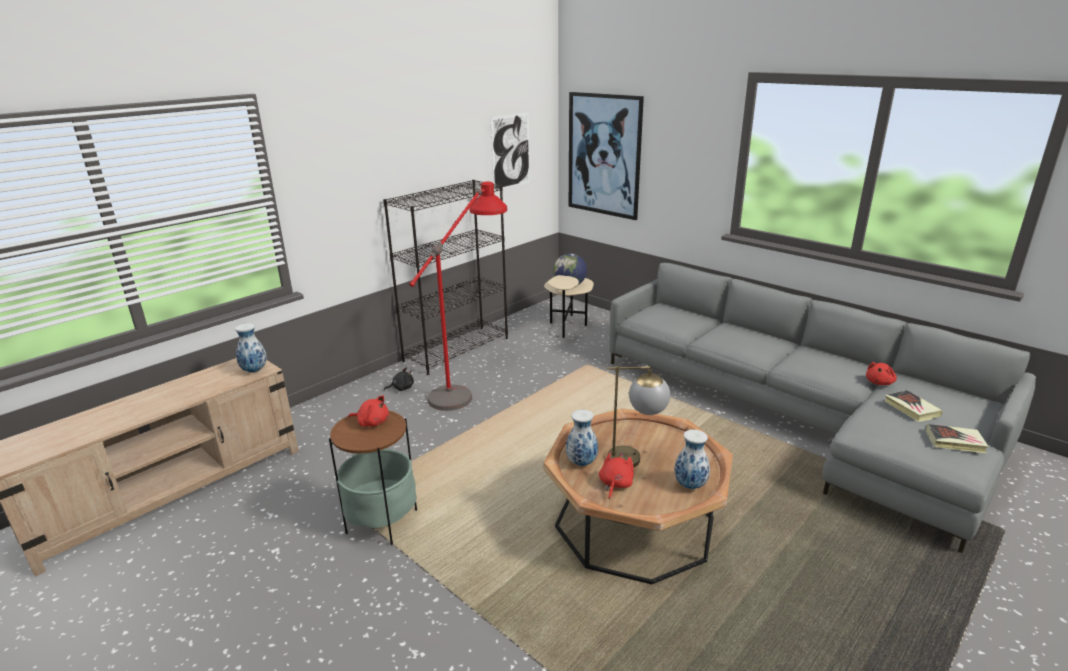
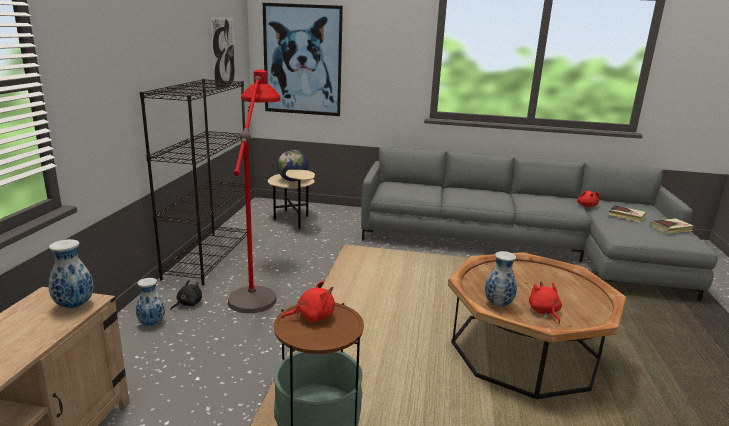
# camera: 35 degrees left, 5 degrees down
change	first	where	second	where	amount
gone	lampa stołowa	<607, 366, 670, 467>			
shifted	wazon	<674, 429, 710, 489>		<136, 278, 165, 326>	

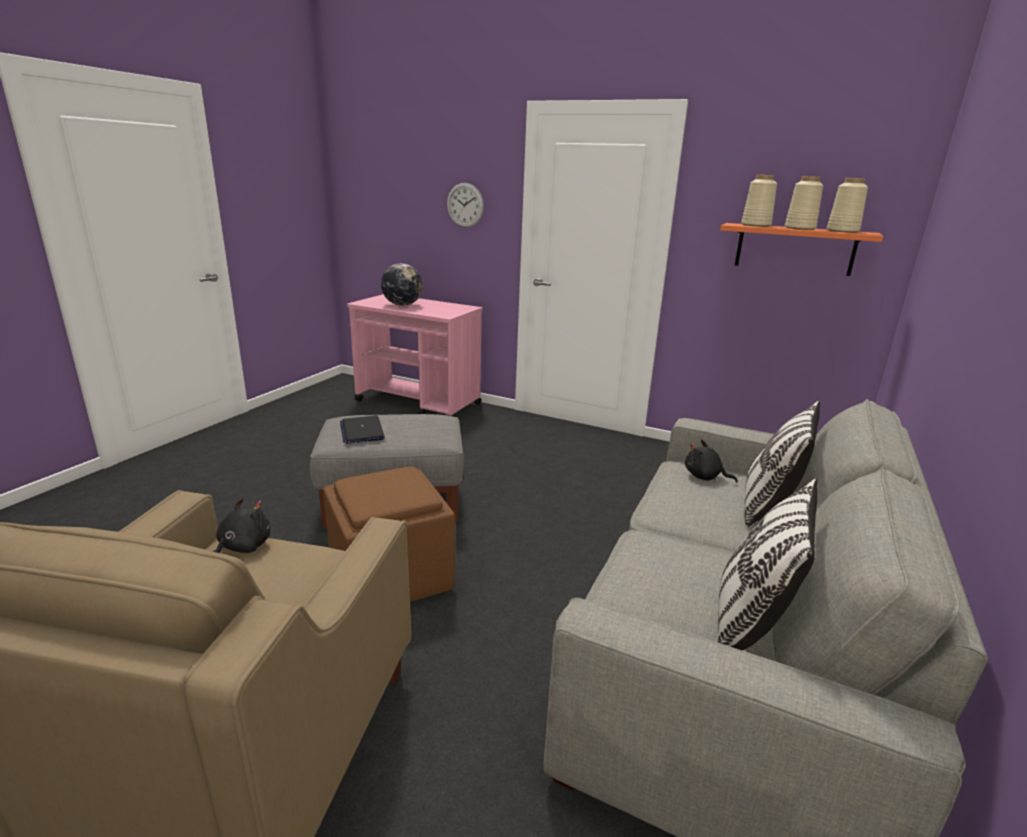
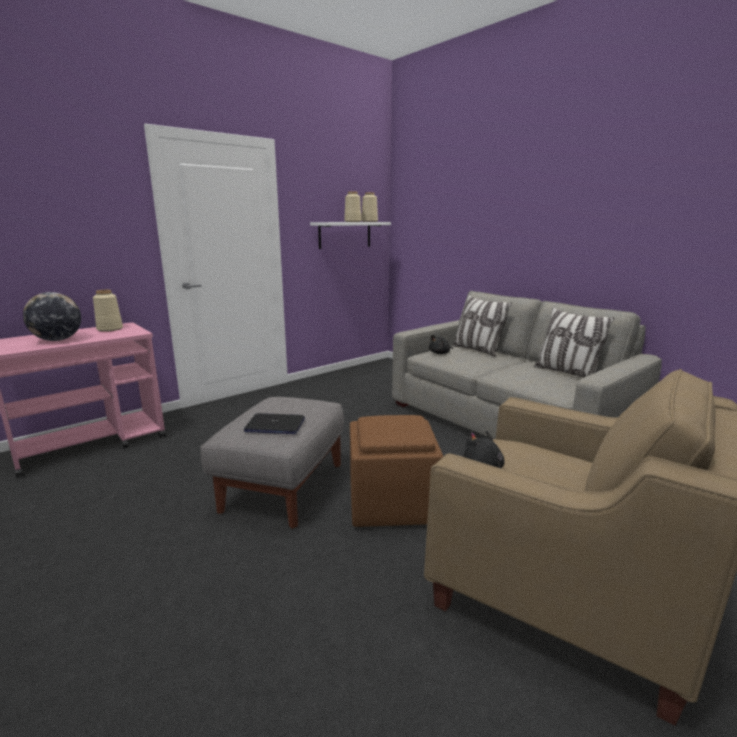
# camera: 65 degrees left, 5 degrees down
change	first	where	second	where	amount
gone	zegar ścienny	<447, 183, 484, 227>			
shifted	wazon [beżowy]	<741, 175, 777, 227>		<93, 290, 123, 332>	
repainted	półka [pomarańczowy]	<720, 223, 883, 276>	półka [biały]	<310, 222, 391, 249>	

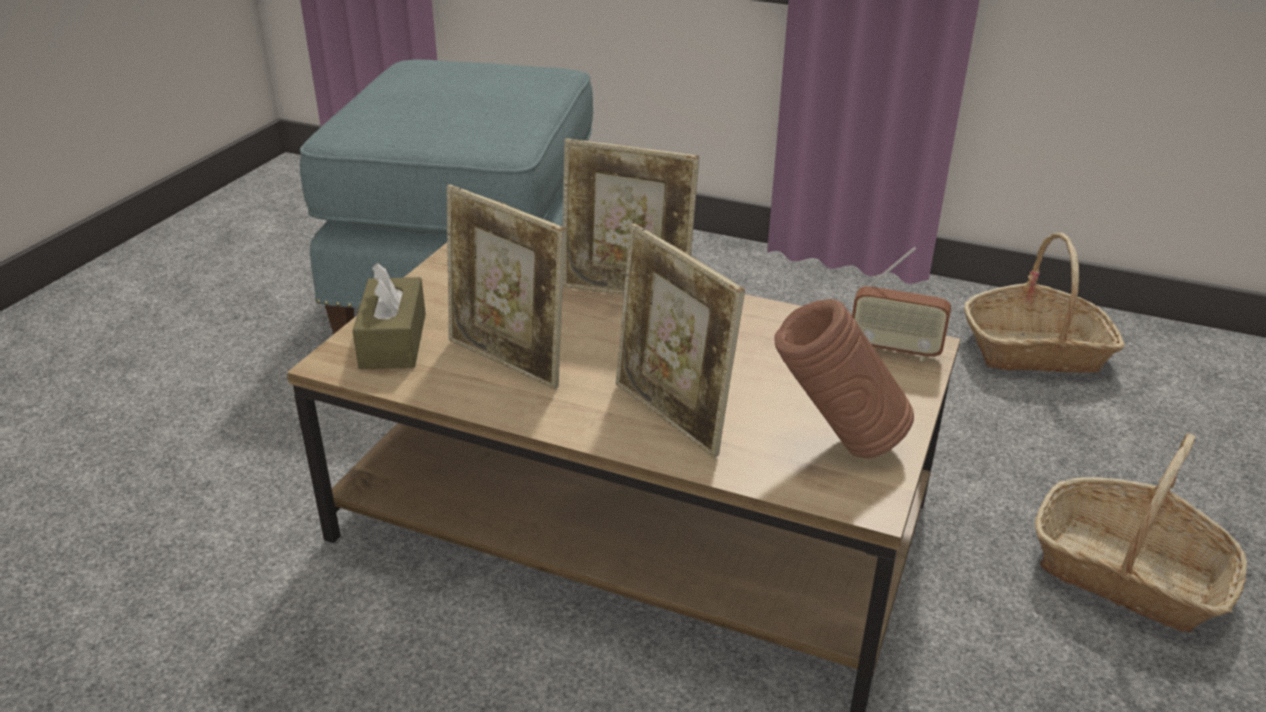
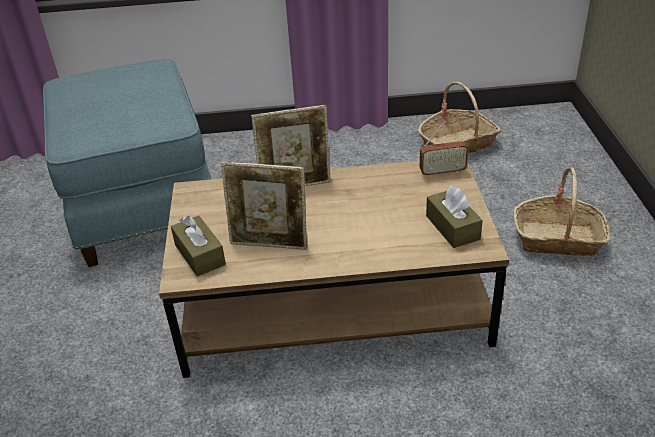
# camera: 25 degrees left, 5 degrees up
change	first	where	second	where	amount
gone	ramka na zdjęcie	<615, 224, 745, 458>			
swapped	wazon [brązowy]	<774, 299, 914, 458>	pudełko chusteczek [brązowy]	<426, 185, 483, 248>	

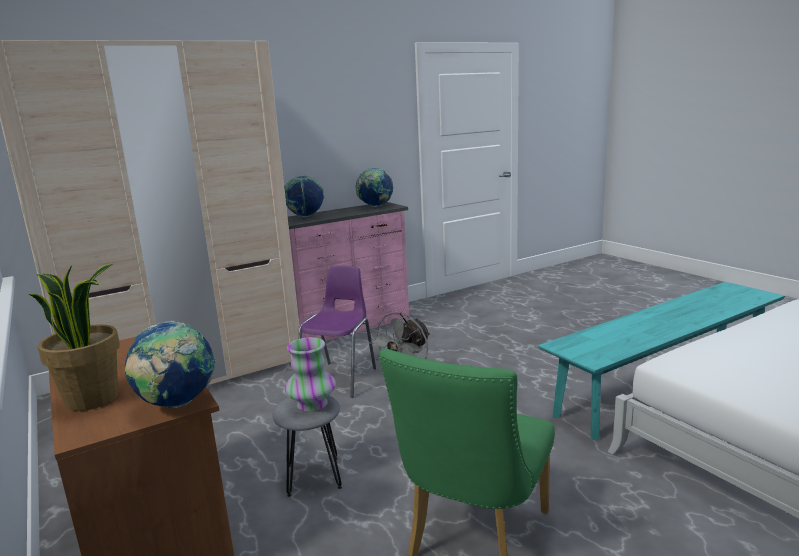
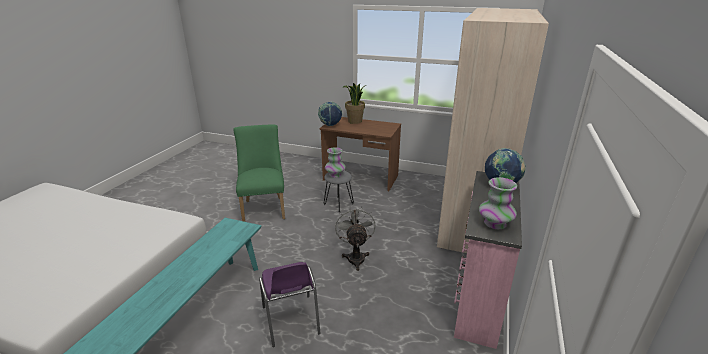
# camera: 140 degrees right, 10 degrees up
change	first	where	second	where	amount
shifted	krzesło [fioletowy]	<299, 265, 376, 398>		<259, 262, 320, 347>	
swapped	globus	<355, 168, 393, 207>	wazon	<479, 177, 517, 229>	

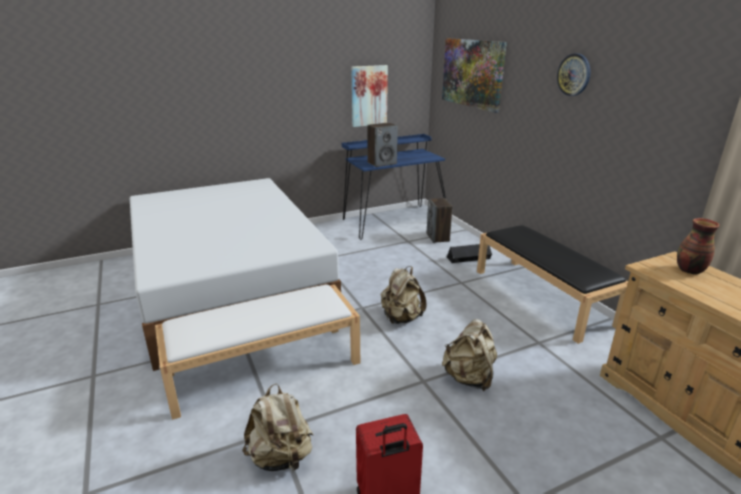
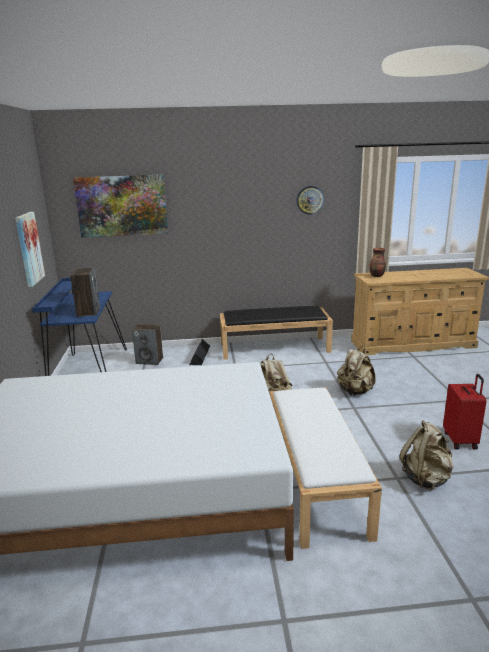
# camera: 70 degrees left, 5 degrees down
change	first	where	second	where	amount
shifted	zegar ścienny	<557, 53, 591, 96>		<296, 186, 324, 215>	

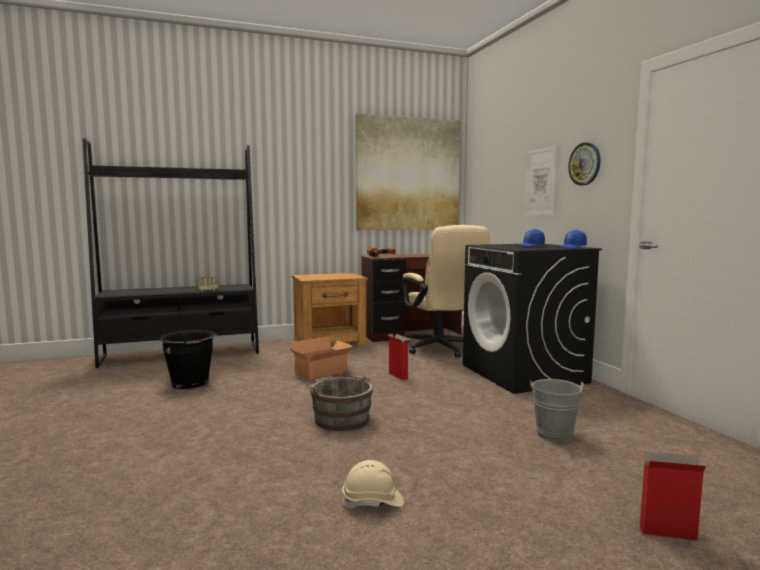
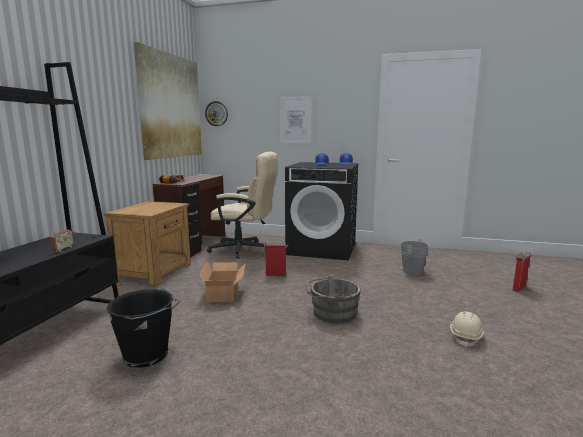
# camera: 55 degrees left, 5 degrees up
change	first	where	second	where	amount
shifted	zegar ścienny	<568, 142, 601, 186>		<205, 101, 228, 126>	

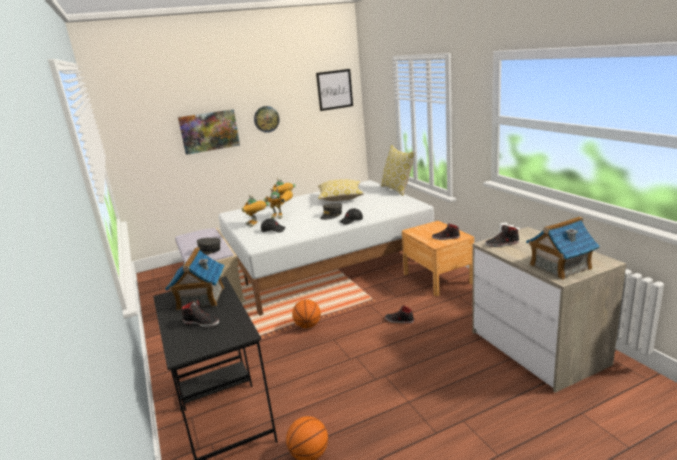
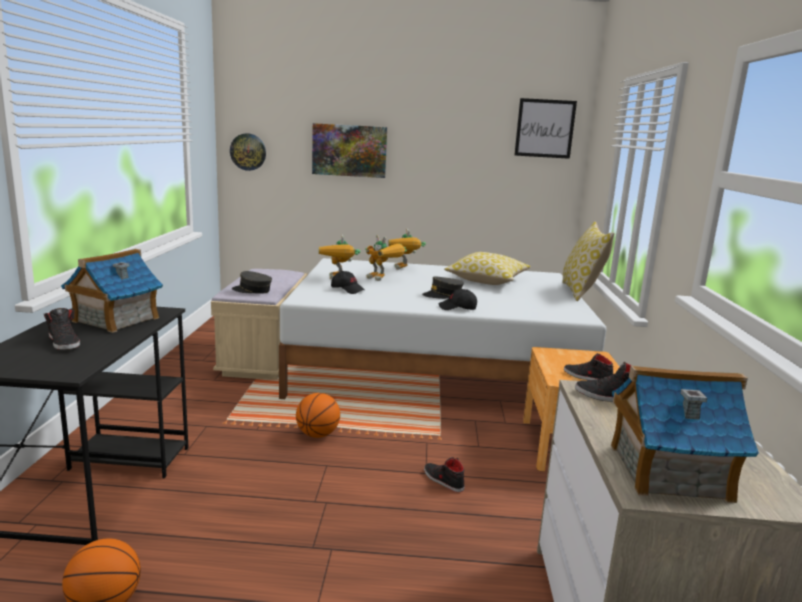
# camera: 25 degrees right, 5 degrees down
change	first	where	second	where	amount
shifted	zegar ścienny	<254, 106, 279, 133>		<230, 133, 266, 171>	

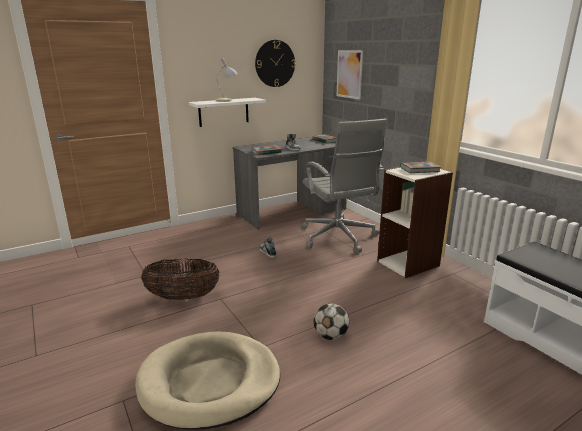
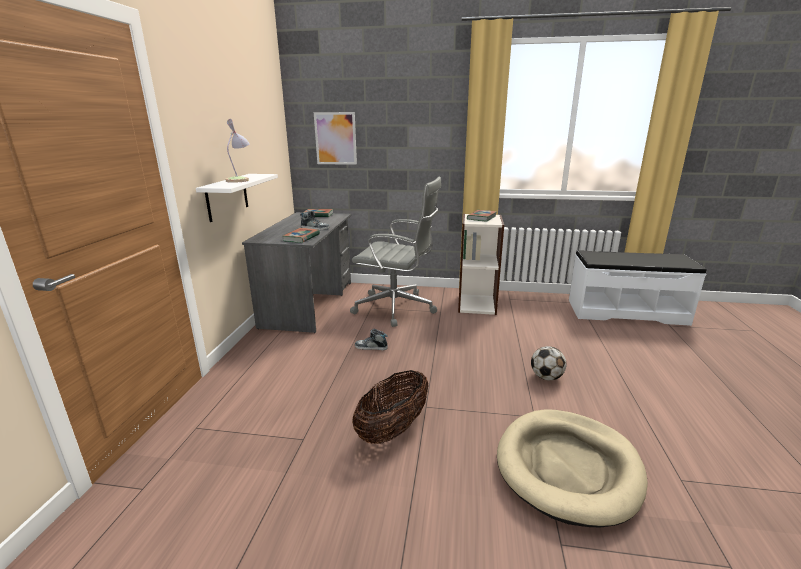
# camera: 50 degrees left, 0 degrees up
change	first	where	second	where	amount
gone	zegar ścienny	<255, 40, 296, 87>			

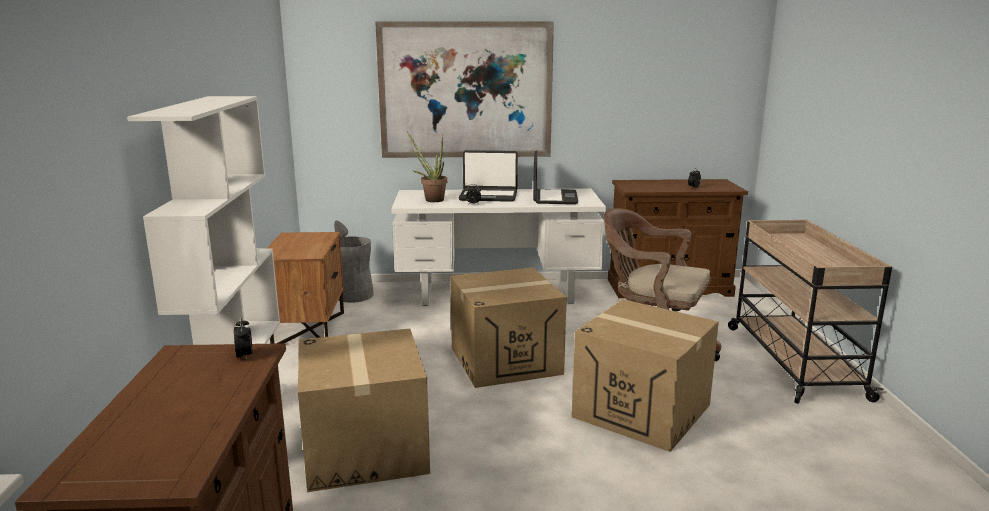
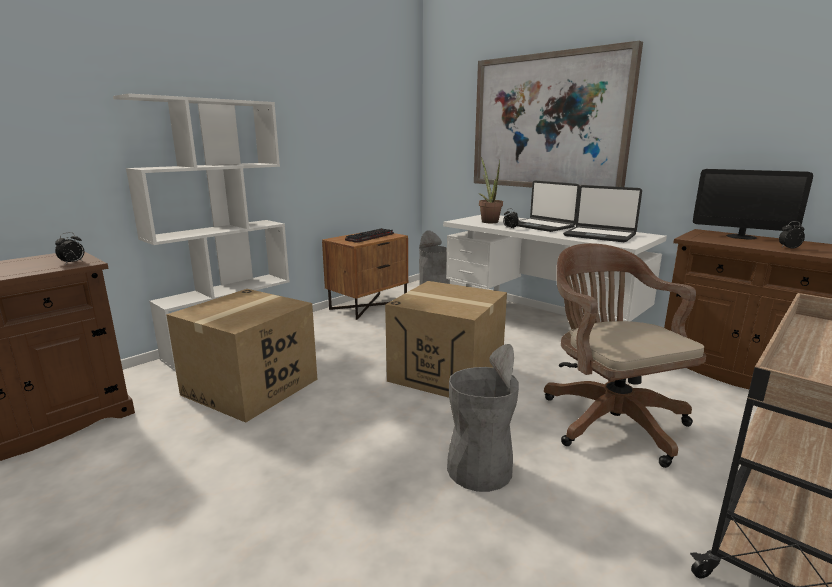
# camera: 45 degrees right, 0 degrees up
change	first	where	second	where	amount
new			klawiatura	<345, 228, 394, 243>	
new			monitor	<693, 169, 813, 240>	
swapped	karton	<572, 299, 719, 452>	kosz na śmieci [szary]	<447, 344, 519, 492>	
rotated	laptop	<533, 151, 578, 204>		<563, 185, 642, 242>	75 degrees clockwise

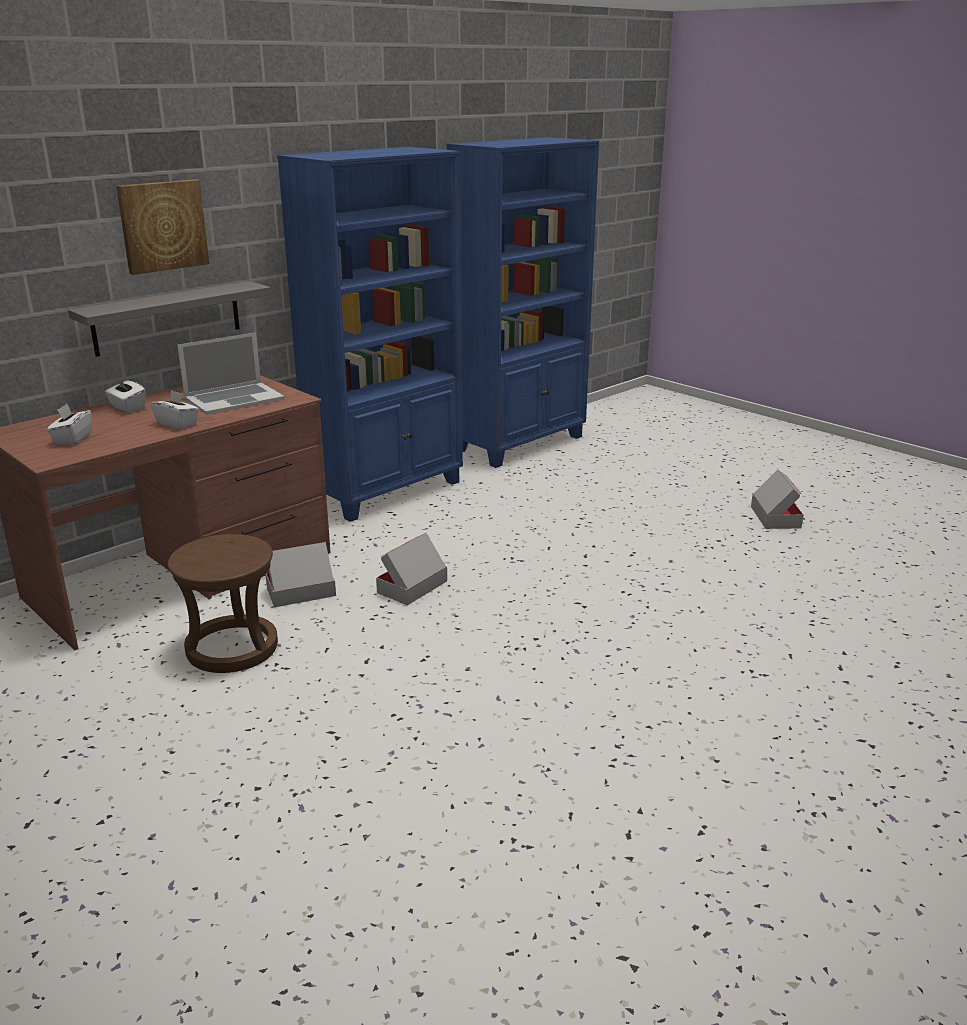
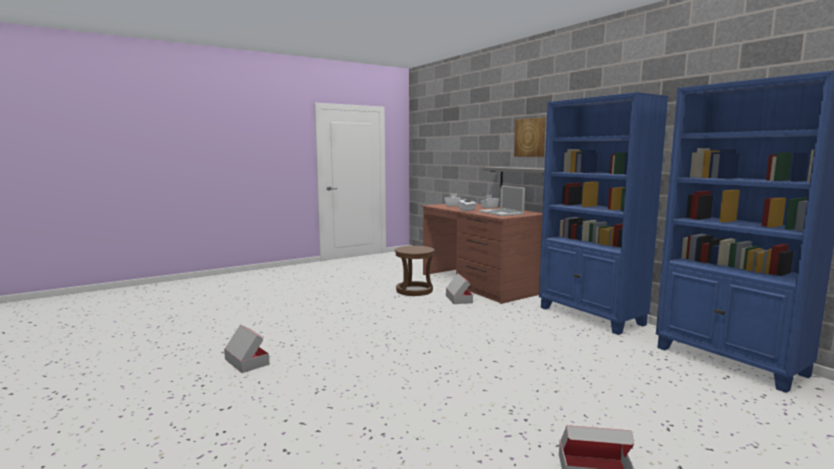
# camera: 100 degrees right, 15 degrees down
change	first	where	second	where	amount
shifted	karton	<376, 533, 447, 605>		<224, 325, 270, 373>	

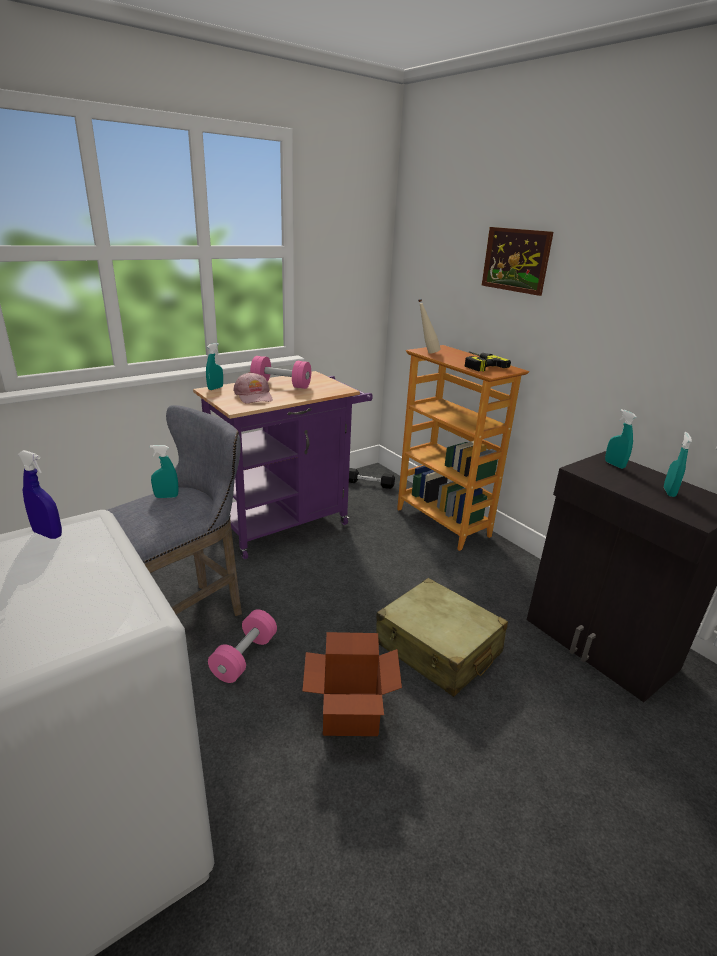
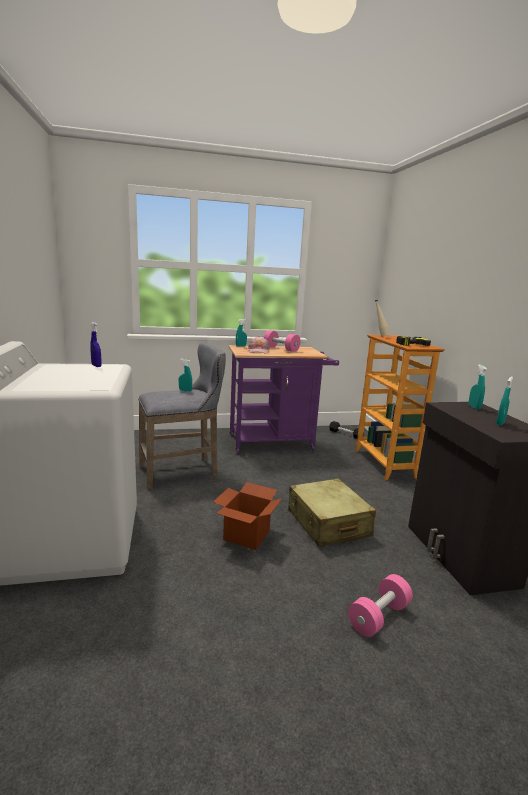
# camera: 25 degrees right, 10 degrees down
change	first	where	second	where	amount
gone	obraz	<482, 227, 553, 296>			
shifted	hantel [różowy]	<208, 609, 277, 683>		<348, 574, 413, 637>	

